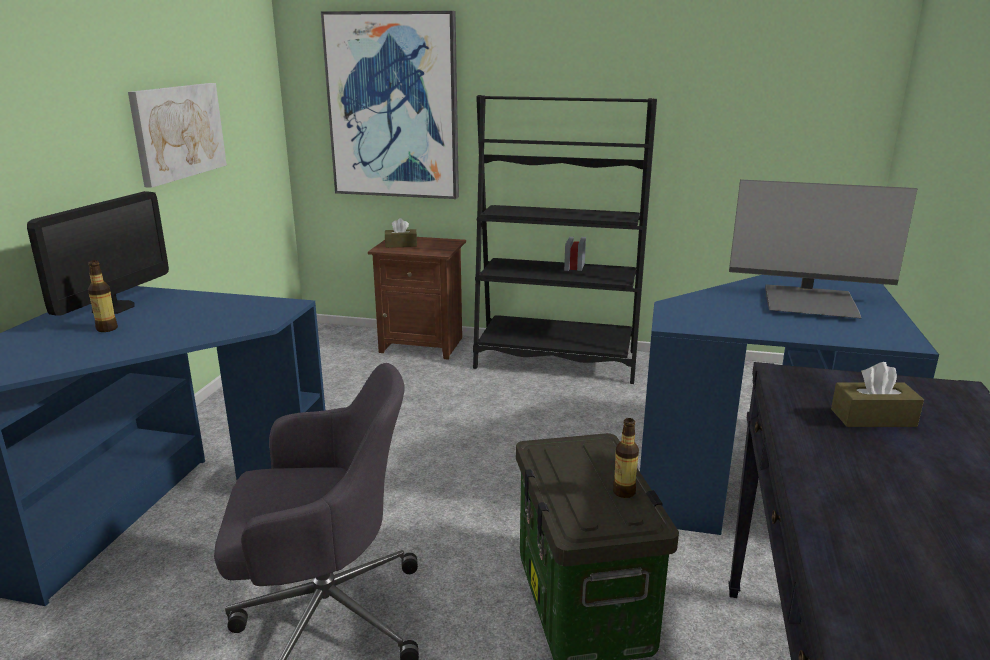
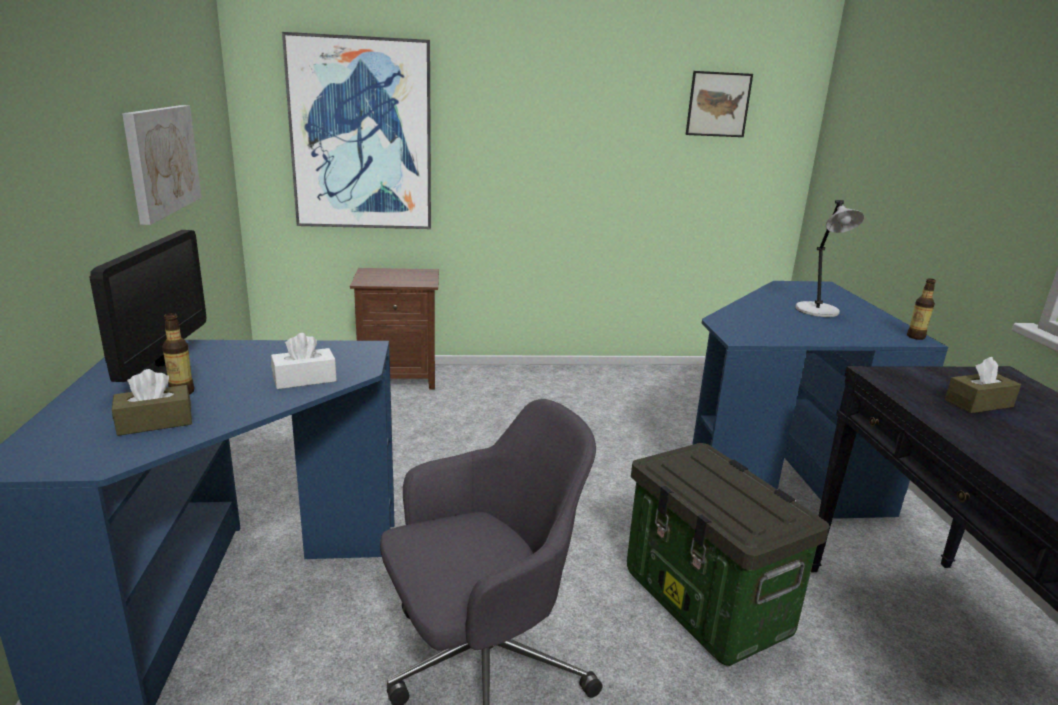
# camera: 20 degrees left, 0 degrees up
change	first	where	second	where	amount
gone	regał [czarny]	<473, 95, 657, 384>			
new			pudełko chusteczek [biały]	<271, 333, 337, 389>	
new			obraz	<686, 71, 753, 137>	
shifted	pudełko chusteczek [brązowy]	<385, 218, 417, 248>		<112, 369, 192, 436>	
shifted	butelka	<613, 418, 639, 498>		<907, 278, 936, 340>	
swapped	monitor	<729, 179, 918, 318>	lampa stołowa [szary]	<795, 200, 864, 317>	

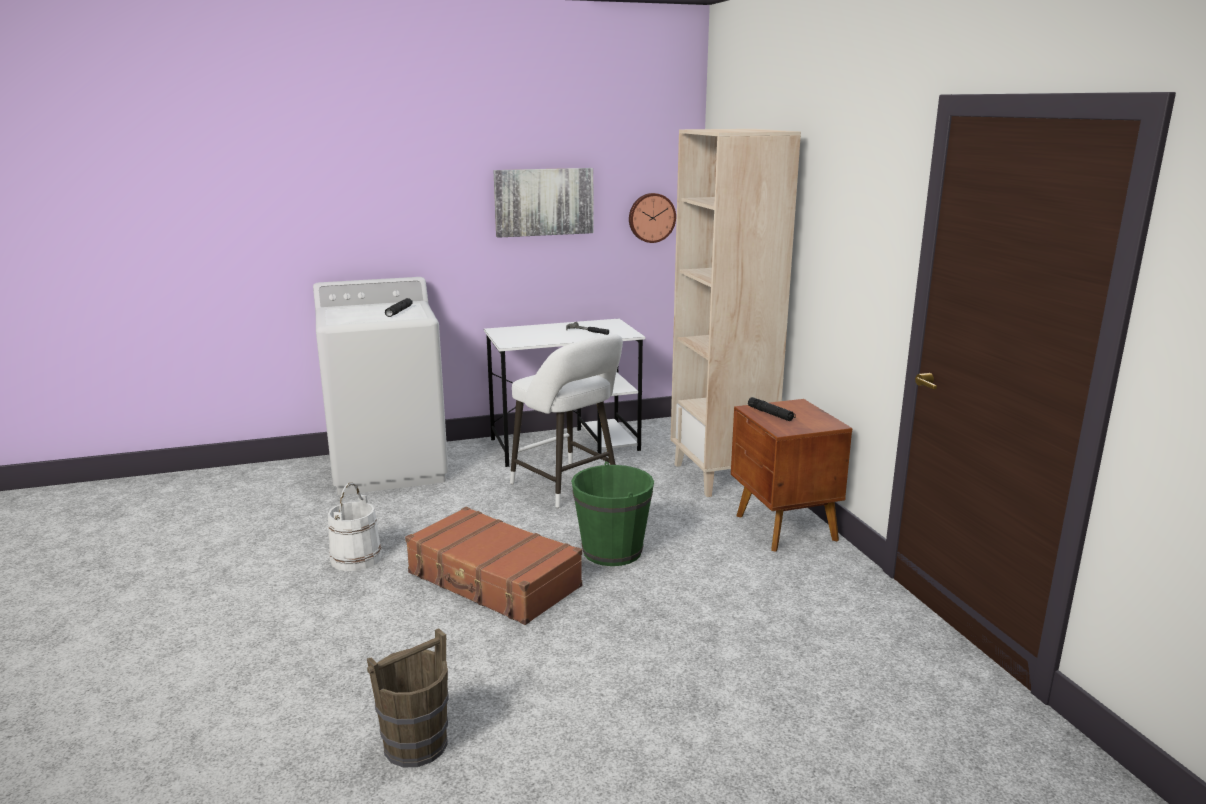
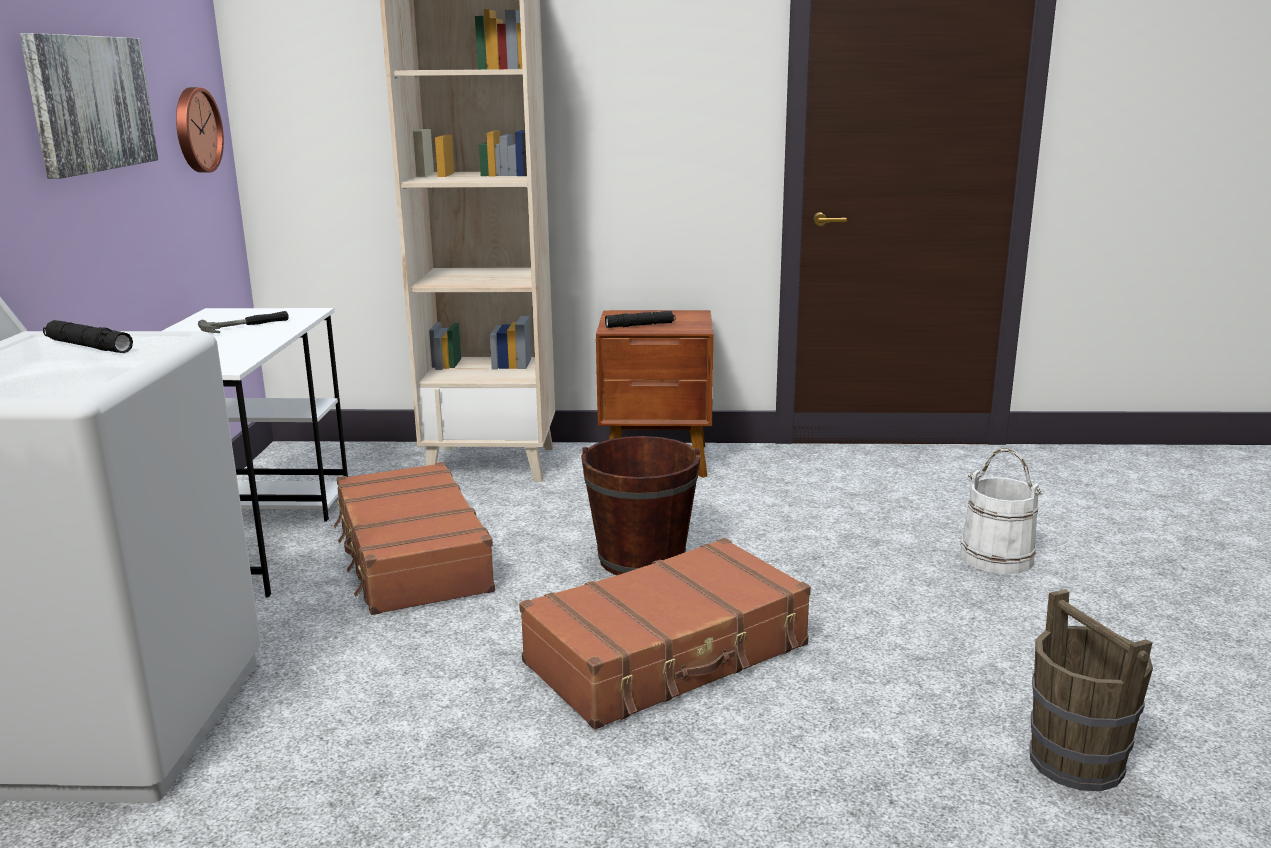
# camera: 70 degrees left, 0 degrees up
change	first	where	second	where	amount
shifted	wiadro [biały]	<328, 482, 382, 571>		<960, 448, 1044, 574>	
swapped	stołek [biały]	<510, 334, 623, 508>	walizka [brązowy]	<334, 462, 495, 615>	
repainted	wiadro [zielony]	<571, 462, 654, 566>	wiadro [brązowy]	<581, 436, 701, 575>	

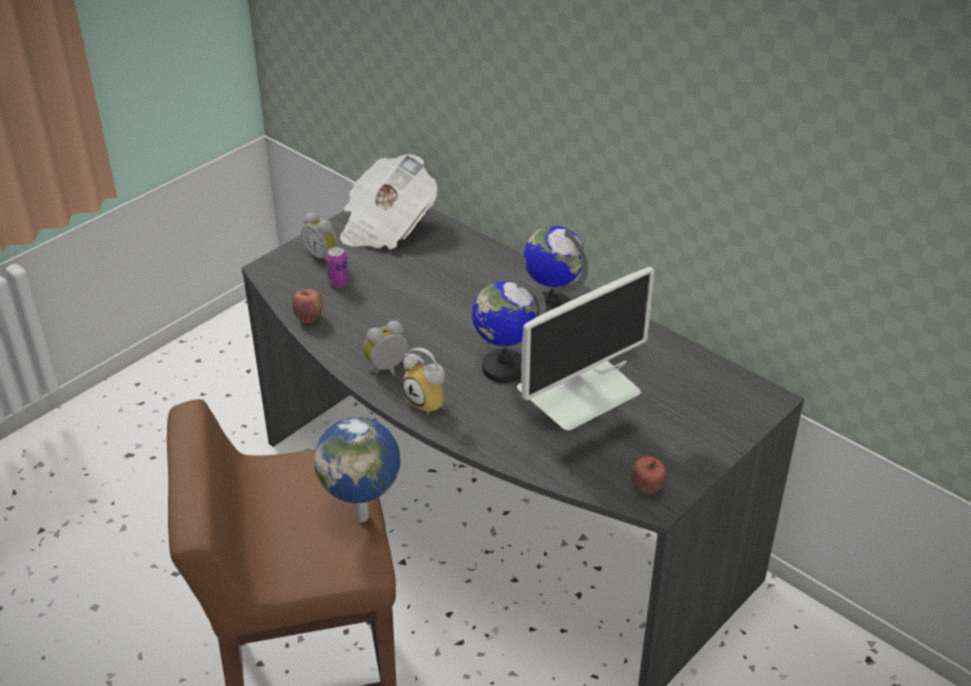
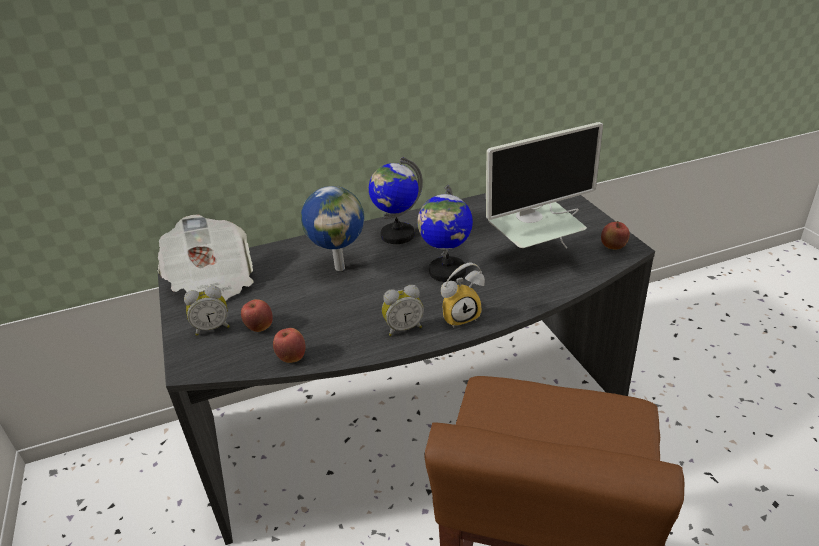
# camera: 60 degrees left, 5 degrees down
change	first	where	second	where	amount
shifted	globus	<314, 417, 400, 522>		<301, 186, 364, 271>	
swapped	puszka	<326, 246, 349, 288>	jabłko	<241, 299, 273, 332>	
rotated	budzik	<363, 321, 408, 376>		<382, 285, 424, 336>	105 degrees counterclockwise
rotated	monitor	<517, 267, 655, 430>		<486, 122, 603, 249>	75 degrees clockwise

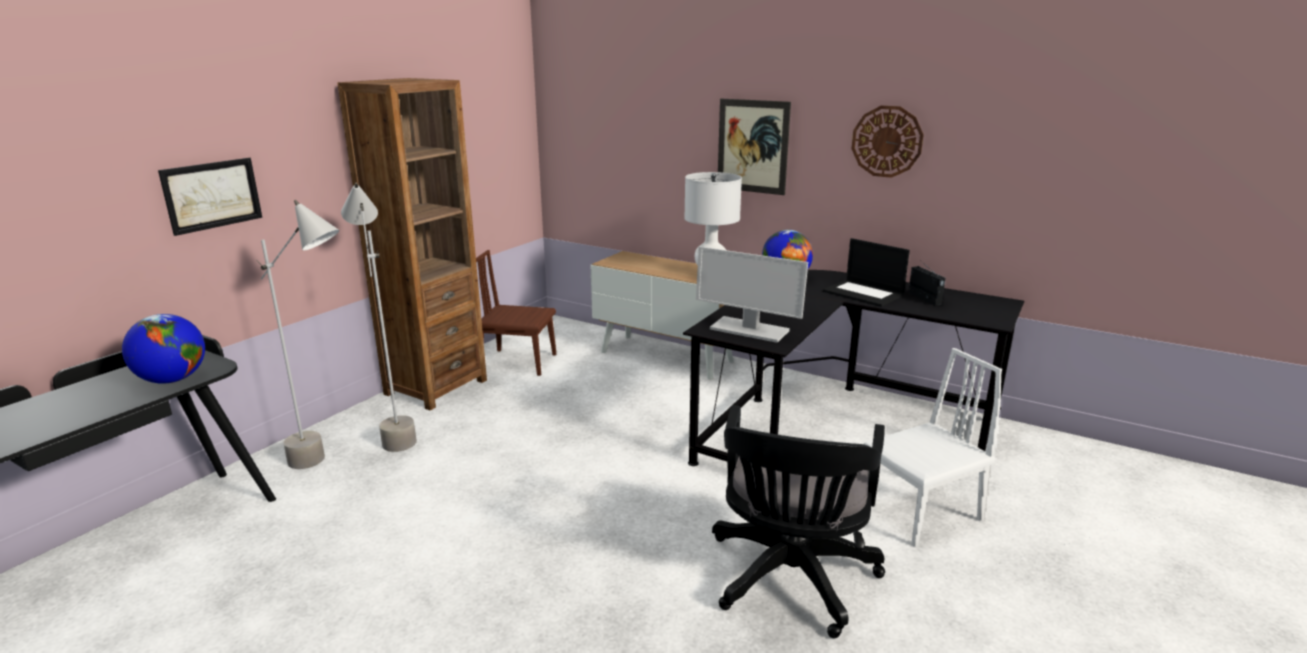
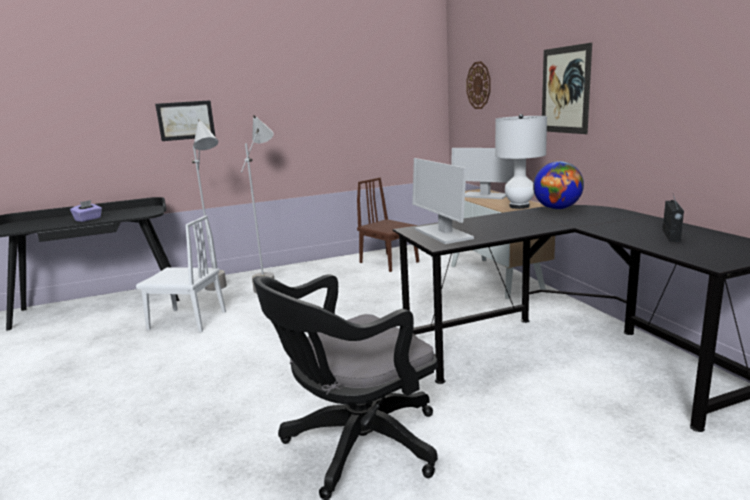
# camera: 40 degrees right, 5 degrees down
change	first	where	second	where	amount
gone	globus	<122, 314, 205, 383>			
gone	regał [brązowy]	<337, 78, 487, 411>			
gone	laptop	<823, 238, 910, 307>			
new			pudełko chusteczek [fioletowy]	<70, 200, 102, 222>	
new			monitor	<451, 148, 515, 199>	
shifted	zegar ścienny	<852, 106, 924, 178>		<466, 61, 491, 109>	
shifted	krzesło [biały]	<864, 348, 1002, 547>		<136, 215, 226, 332>	

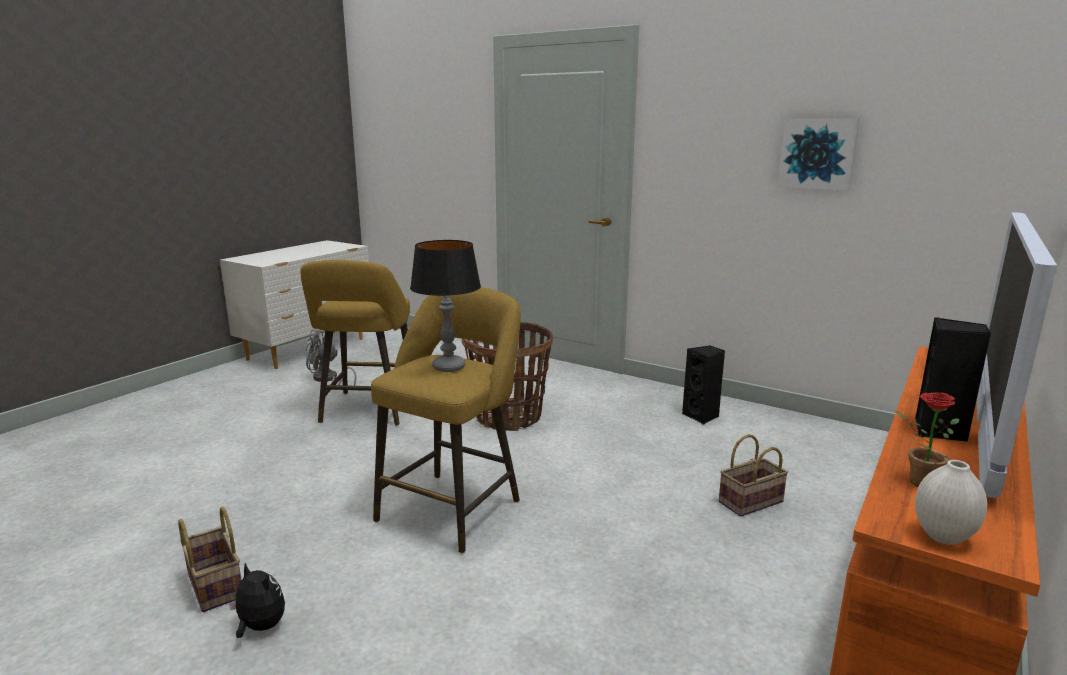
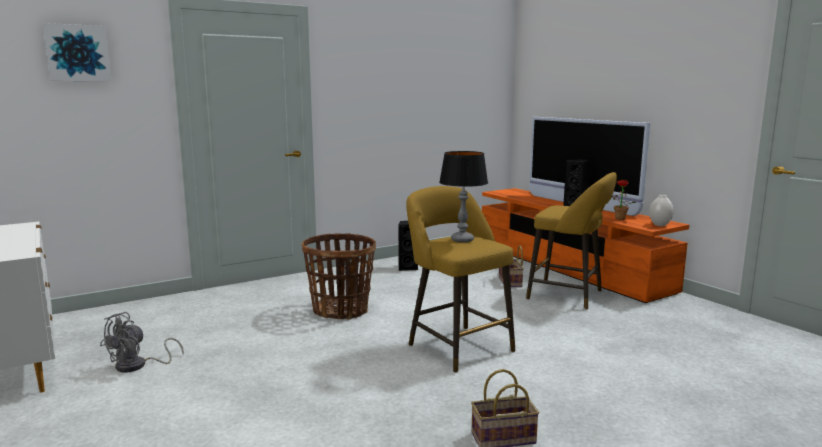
# camera: 65 degrees left, 5 degrees down
change	first	where	second	where	amount
gone	pluszak	<229, 563, 285, 638>			
shifted	stołek [żółty]	<301, 260, 410, 426>		<526, 172, 617, 310>	
shifted	obraz	<778, 118, 860, 191>		<43, 23, 112, 81>	

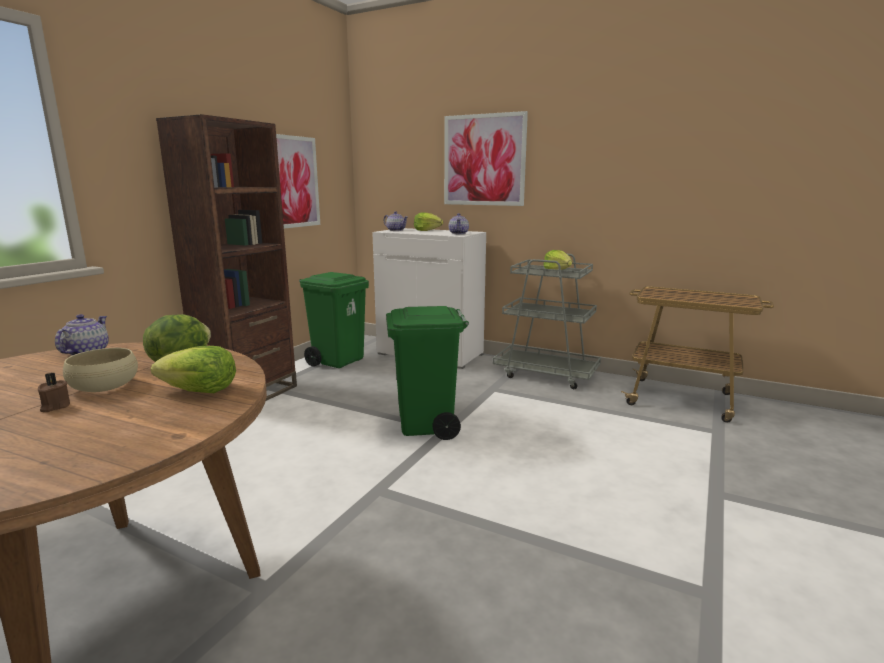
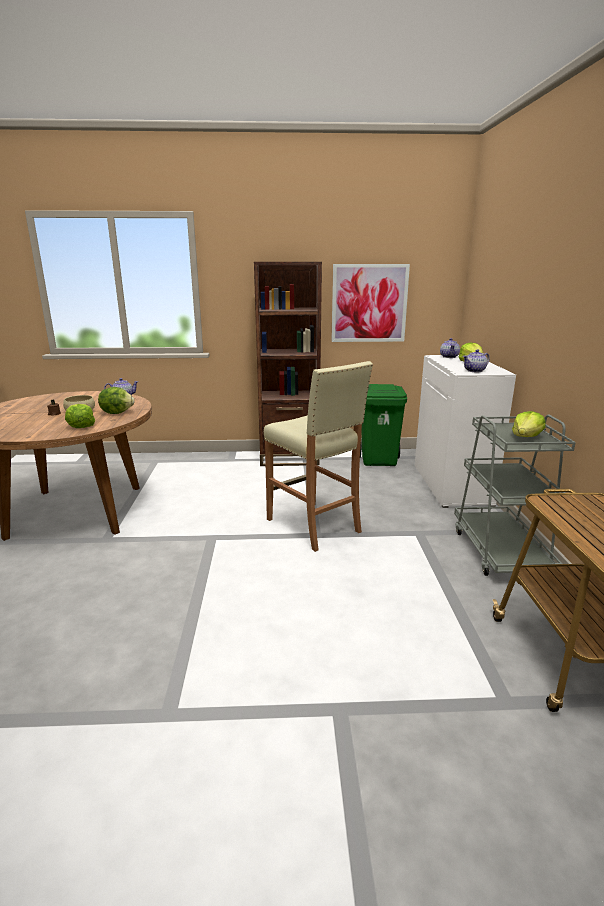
# camera: 60 degrees right, 5 degrees up
change	first	where	second	where	amount
gone	obraz	<444, 111, 528, 206>			
swapped	kosz na śmieci [zielony]	<386, 306, 469, 440>	stołek [beżowy]	<264, 361, 373, 552>	

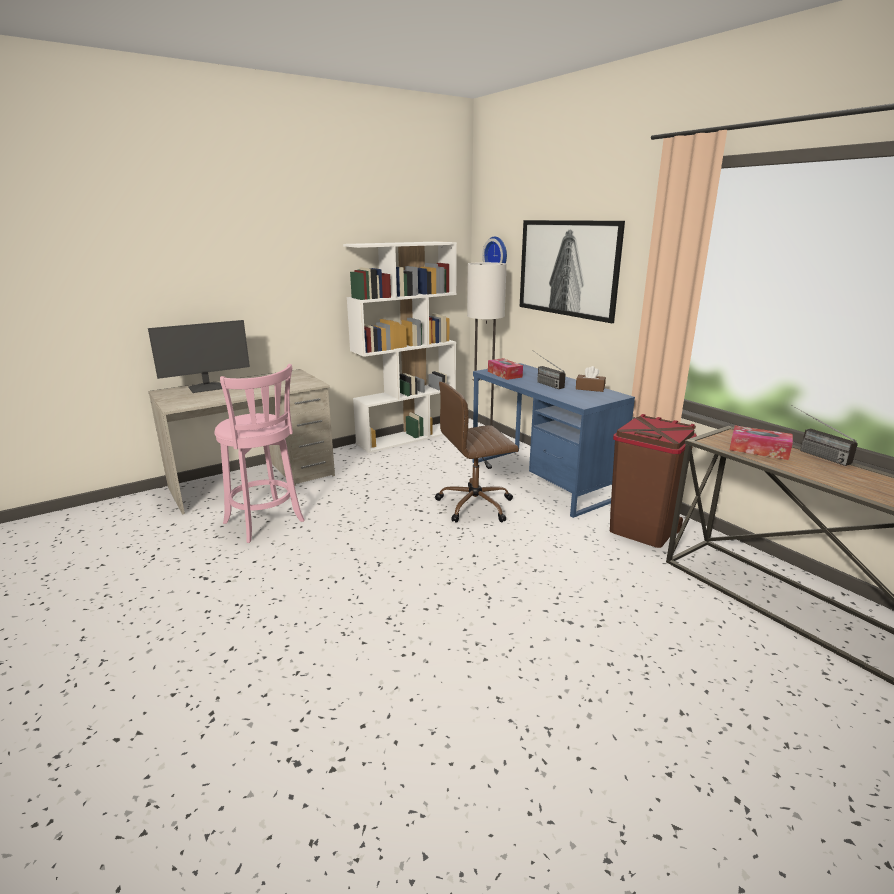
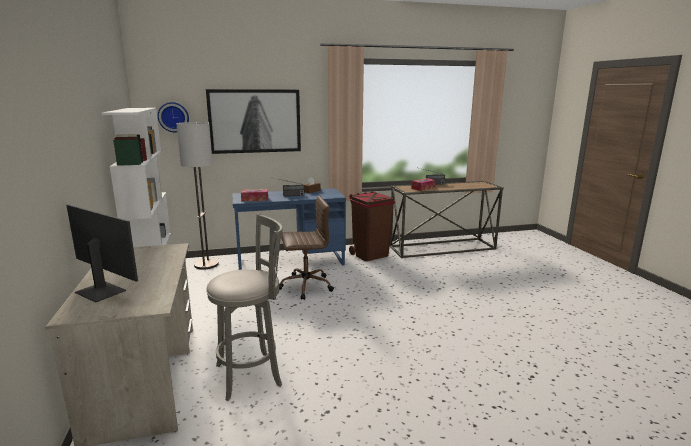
# camera: 70 degrees left, 5 degrees down
change	first	where	second	where	amount
repainted	stołek [różowy]	<214, 364, 305, 543>	stołek [szary]	<206, 214, 283, 401>	
rotated	monitor	<148, 320, 250, 393>		<66, 204, 138, 303>	45 degrees counterclockwise
rotated	krzesło biurowe [brązowy]	<435, 382, 519, 523>		<279, 196, 334, 300>	105 degrees counterclockwise

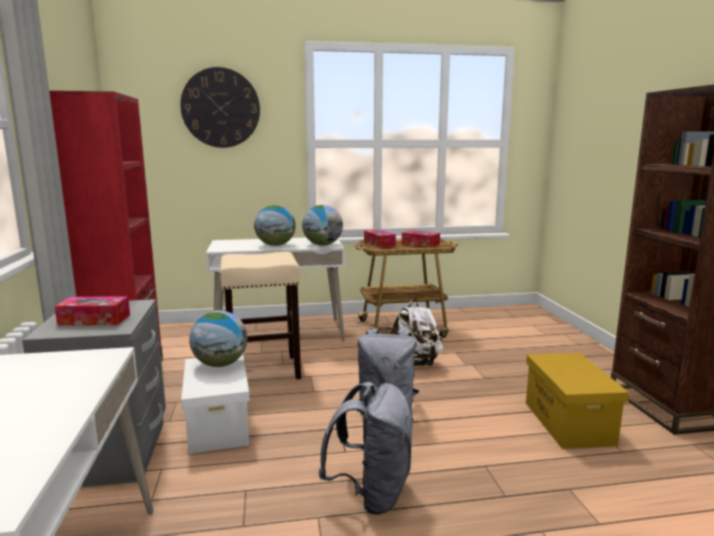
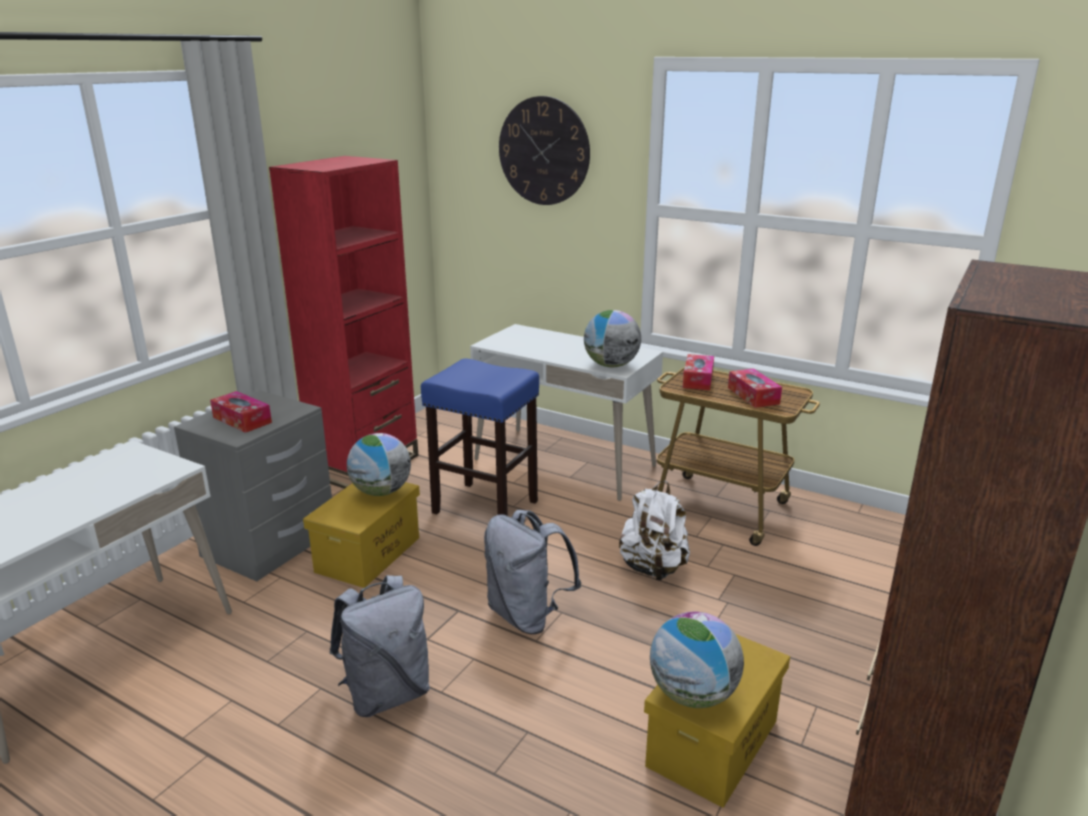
# camera: 40 degrees right, 10 degrees up
change	first	where	second	where	amount
shifted	globus	<254, 205, 295, 246>		<650, 612, 744, 708>	
repainted	pojemnik do przechowywania [biały]	<181, 354, 250, 454>	pojemnik do przechowywania [żółty]	<303, 482, 420, 588>	
repainted	stołek [beżowy]	<220, 251, 301, 379>	stołek [niebieski]	<421, 358, 539, 516>	

